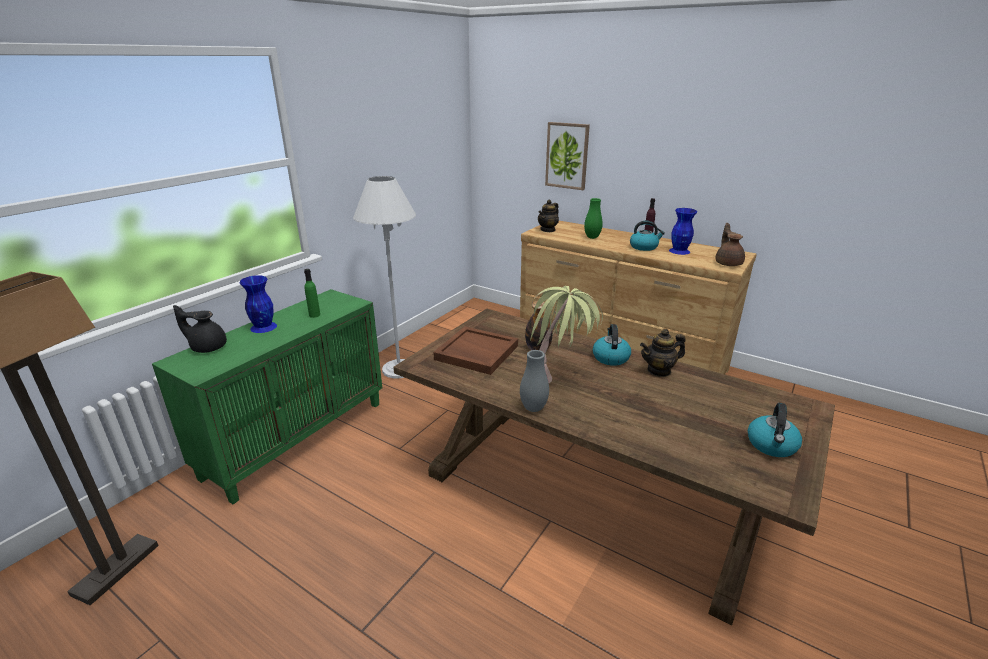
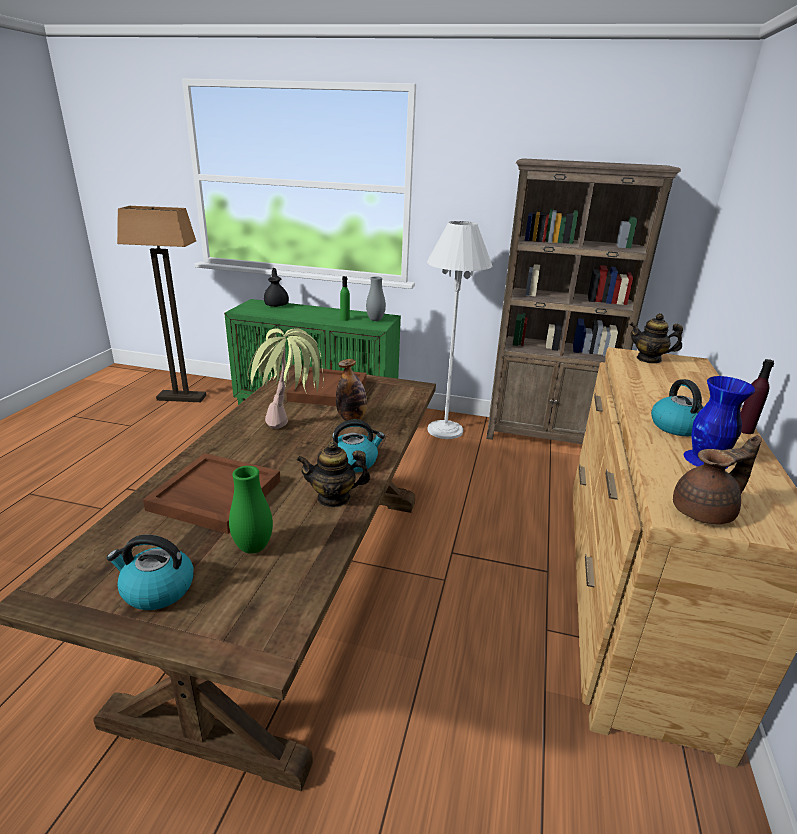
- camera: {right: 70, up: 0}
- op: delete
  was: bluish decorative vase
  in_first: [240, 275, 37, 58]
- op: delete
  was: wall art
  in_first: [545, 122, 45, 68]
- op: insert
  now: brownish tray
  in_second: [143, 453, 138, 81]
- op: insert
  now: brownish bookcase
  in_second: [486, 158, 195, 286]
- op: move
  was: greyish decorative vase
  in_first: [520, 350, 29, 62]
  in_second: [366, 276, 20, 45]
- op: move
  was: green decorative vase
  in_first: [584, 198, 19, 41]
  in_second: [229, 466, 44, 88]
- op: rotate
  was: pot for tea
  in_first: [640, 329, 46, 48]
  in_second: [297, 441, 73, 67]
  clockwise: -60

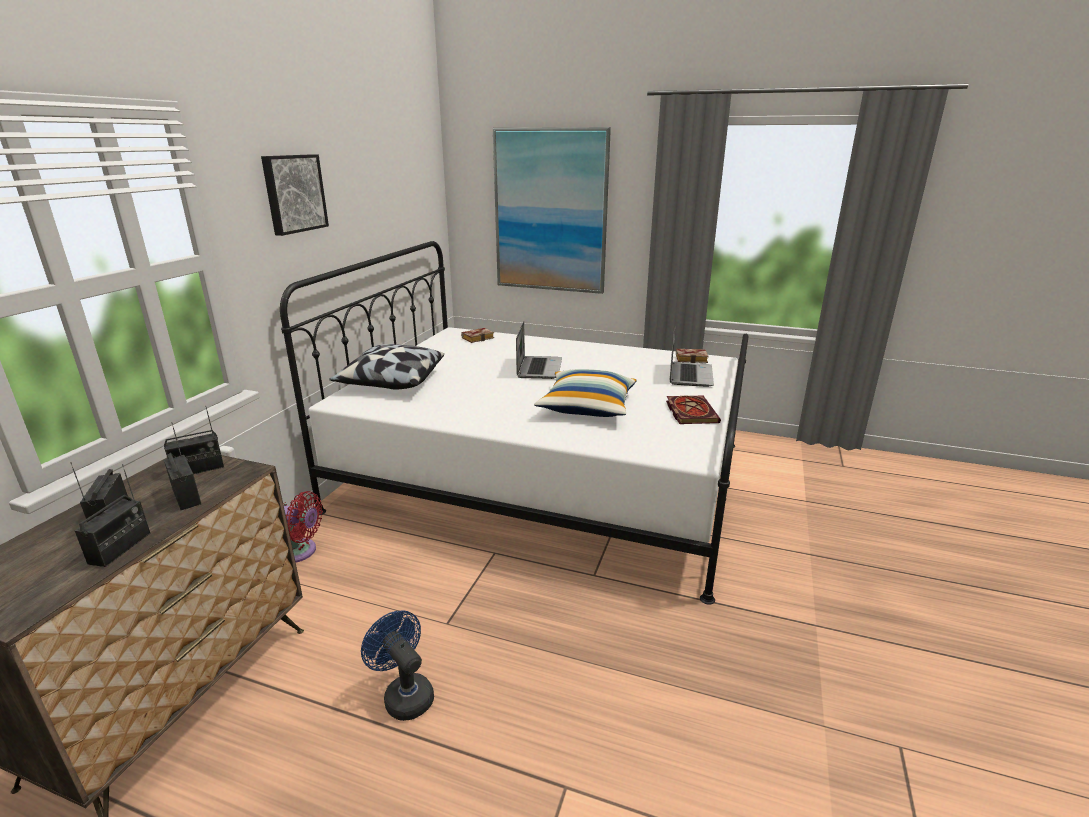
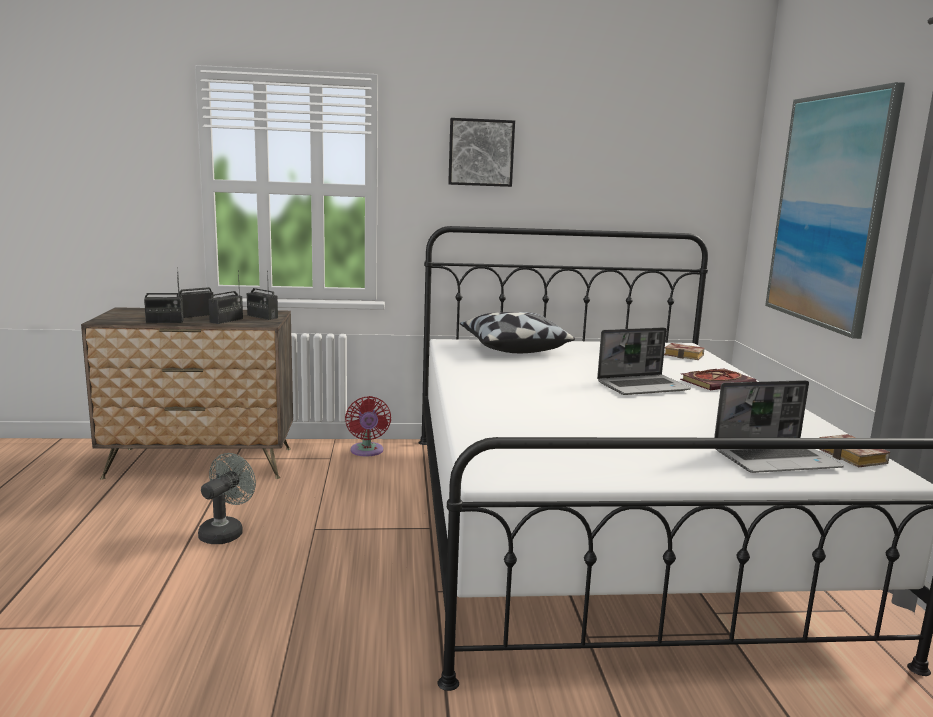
- camera: {right: 65, up: -10}
- op: delete
  was: pillow
  in_first: [534, 369, 103, 48]
- op: move
  was: volume
  in_first: [666, 396, 55, 28]
  in_second: [680, 368, 77, 22]
- op: recolor
  was: bluish electric fan
  now: greyish electric fan
  in_first: [361, 610, 73, 111]
  in_second: [198, 453, 58, 91]

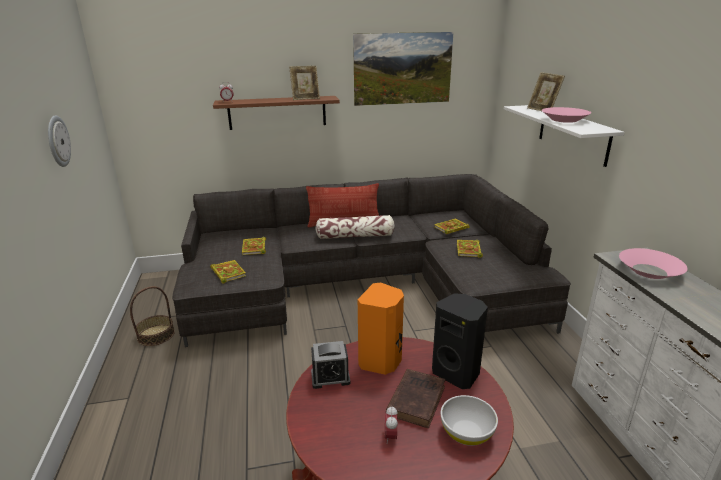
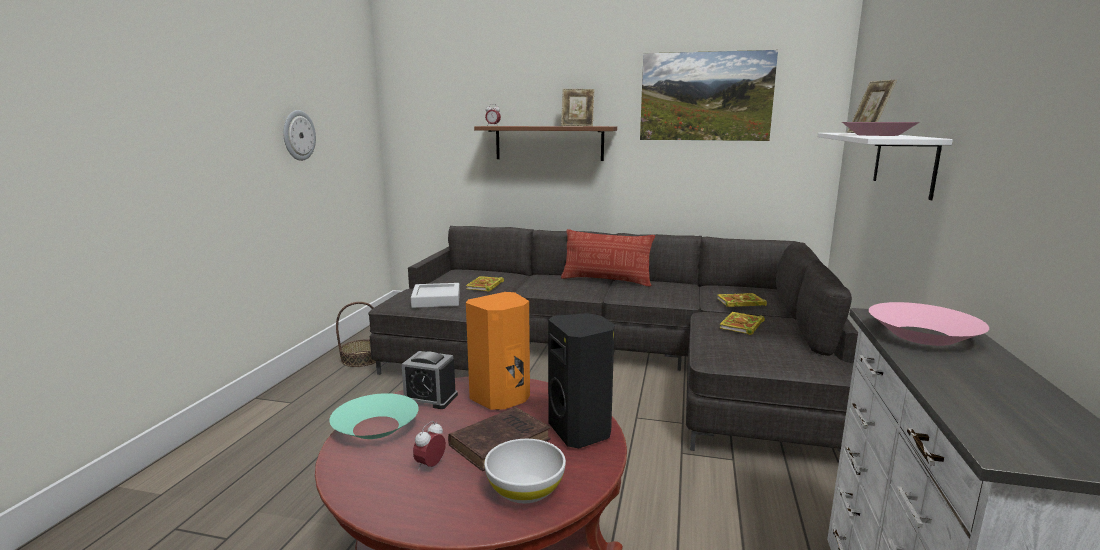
- camera: {right: 25, up: -10}
- op: delete
  was: pillow
  in_first: [315, 215, 80, 24]
- op: insert
  now: turquoise deep dish
  in_second: [329, 393, 90, 46]
- op: replace
  was: volume
  now: greyish tray
  in_first: [210, 260, 36, 23]
  in_second: [411, 283, 49, 25]

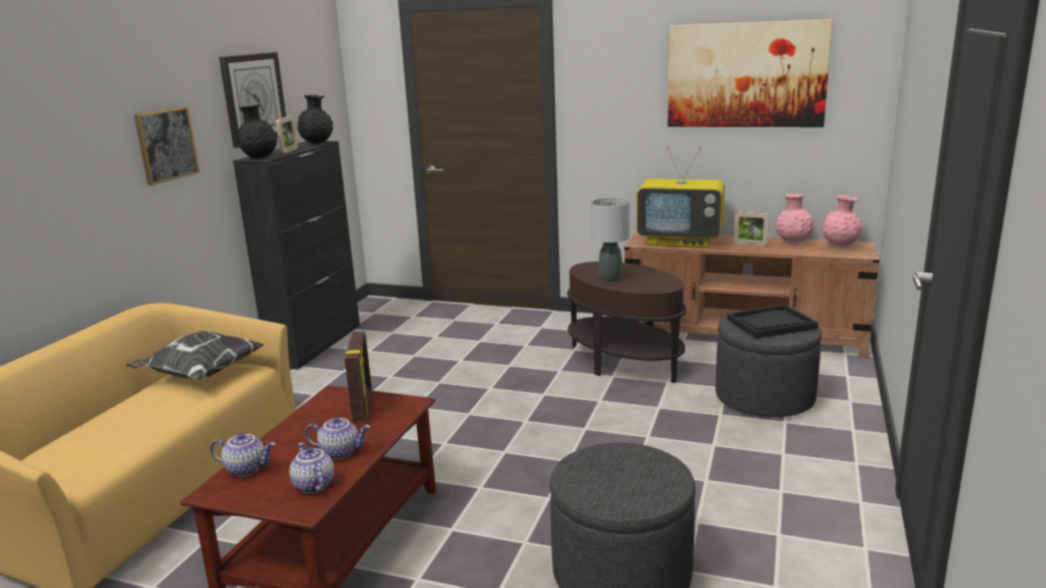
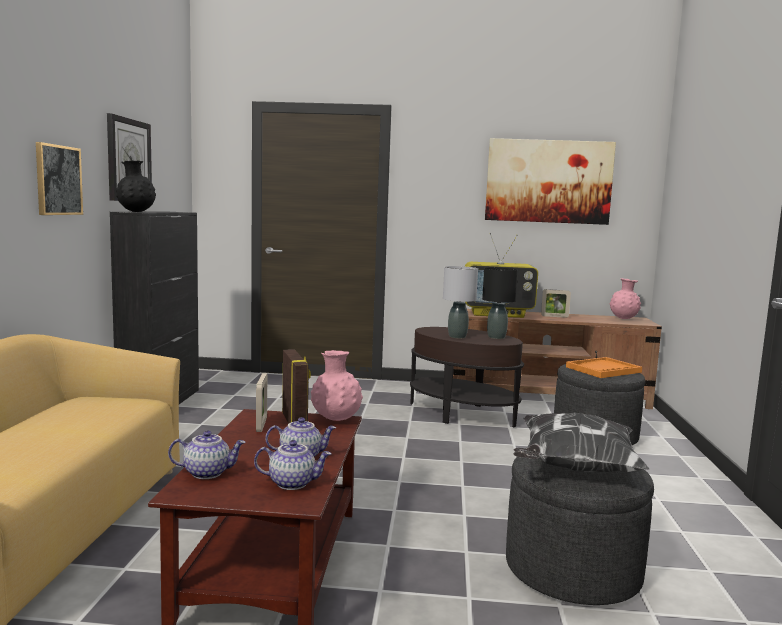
- camera: {right: -15, up: -10}
- op: delete
  was: black decorative vase
  in_first: [297, 95, 36, 49]
- op: insert
  now: black lamp for a table
  in_second: [482, 267, 36, 72]
- op: move
  was: pillow
  in_first: [126, 331, 138, 49]
  in_second: [513, 413, 137, 59]
- op: move
  was: picture frame
  in_first: [276, 116, 22, 38]
  in_second: [256, 373, 11, 59]
- op: move
  was: pink decorative vase
  in_first: [776, 194, 38, 49]
  in_second: [311, 350, 52, 71]
- op: recolor
  was: black tray
  now: orange-coloured tray
  in_first: [727, 305, 91, 34]
  in_second: [566, 357, 76, 21]
- op: rotate
  was: pot for tea
  in_first: [289, 443, 45, 51]
  in_second: [254, 440, 77, 50]
  clockwise: 135

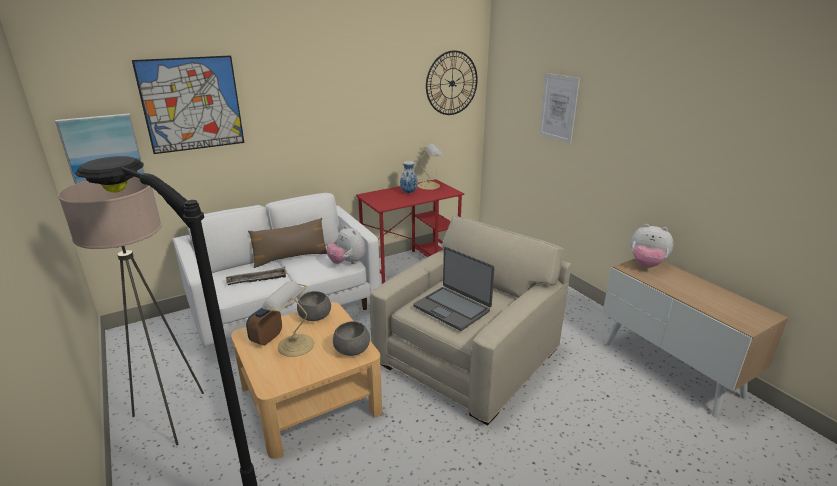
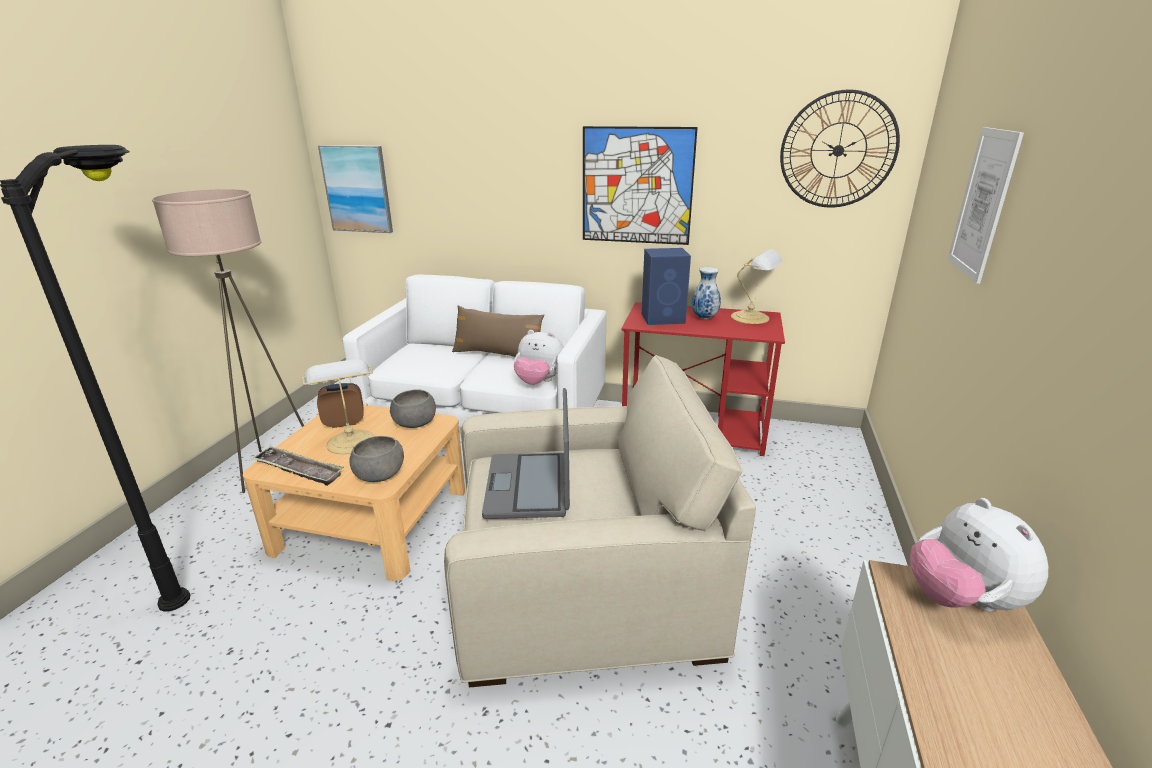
- camera: {right: 45, up: 0}
- op: insert
  now: bluish loudspeaker
  in_second: [642, 248, 49, 77]
- op: move
  was: wall art
  in_first: [132, 55, 112, 99]
  in_second: [583, 126, 115, 119]
- op: move
  was: tray
  in_first: [226, 267, 61, 18]
  in_second: [252, 446, 92, 40]
- op: rotate
  was: soft toy
  in_first: [326, 226, 40, 38]
  in_second: [514, 330, 49, 55]
  clockwise: -75

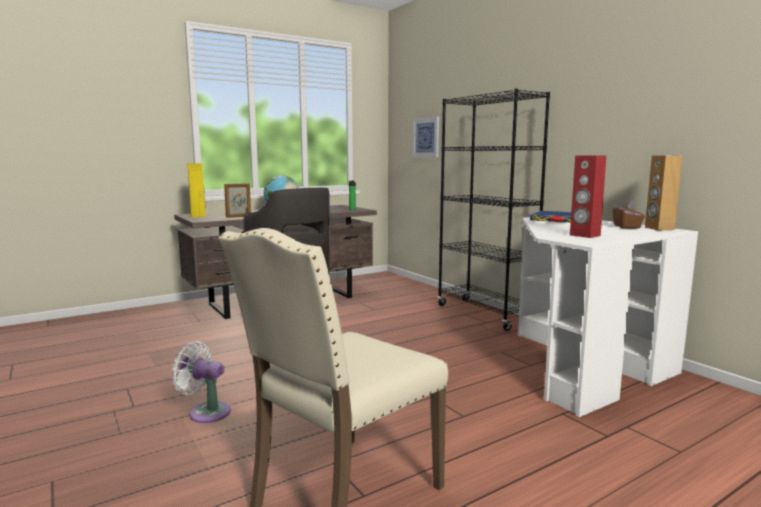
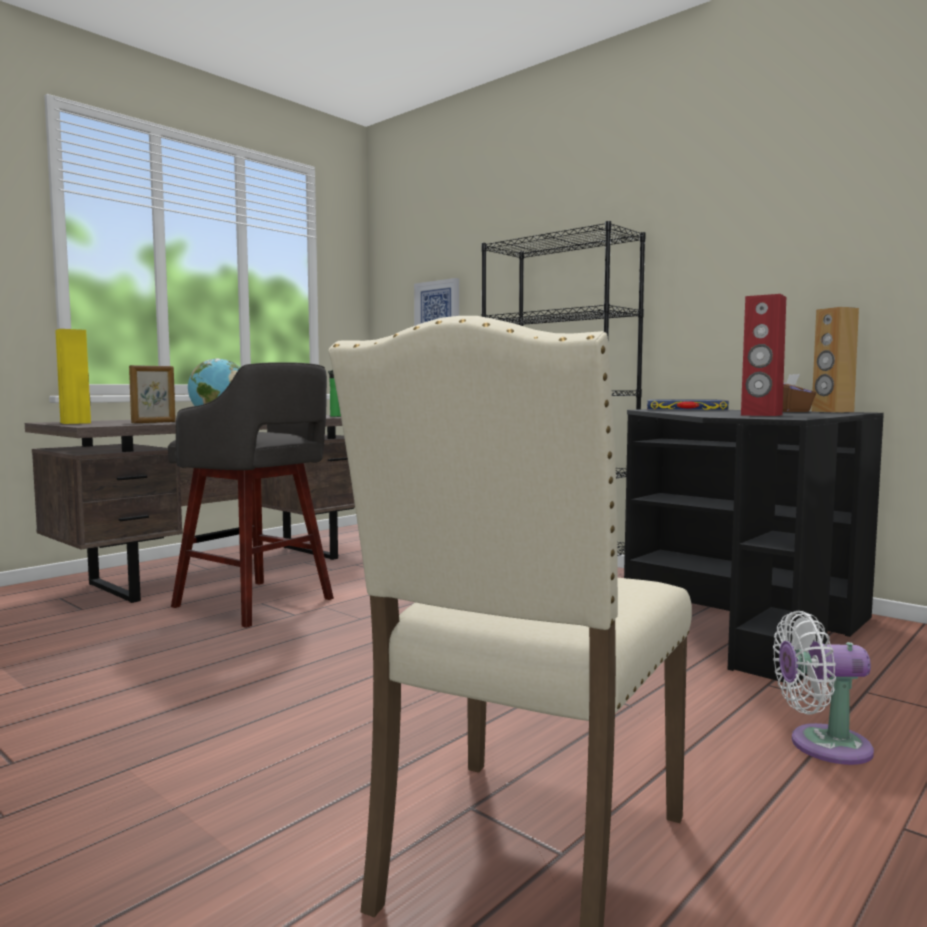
- camera: {right: -15, up: -5}
- op: move
  was: white-coloured electric fan
  in_first: [172, 341, 59, 82]
  in_second: [773, 611, 101, 154]
- op: recolor
  was: white-coloured desk unit
  now: black desk unit
  in_first: [518, 217, 180, 200]
  in_second: [624, 409, 260, 278]

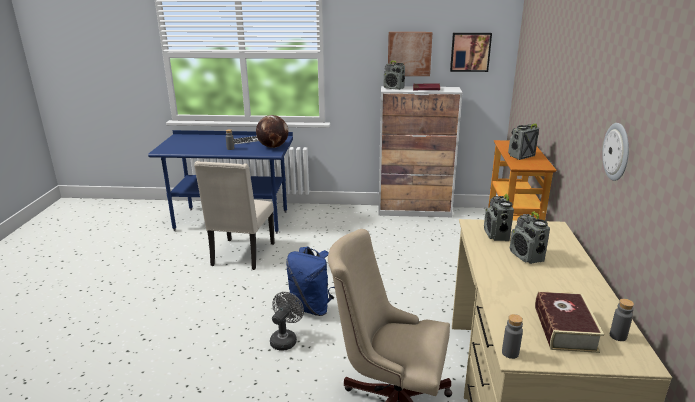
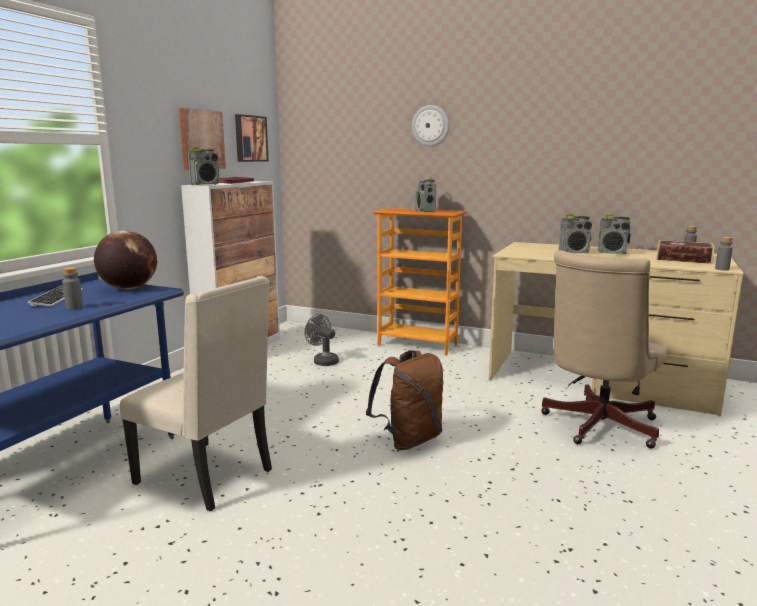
- camera: {right: -70, up: -10}
- op: move
  was: greyish electric fan
  in_first: [270, 292, 34, 58]
  in_second: [304, 314, 35, 52]
- op: move
  was: radio set
  in_first: [484, 194, 30, 47]
  in_second: [598, 214, 33, 40]
- op: move
  was: clock on the wall
  in_first: [602, 123, 27, 58]
  in_second: [412, 105, 37, 41]
- op: recolor
  was: bluish knapsack
  now: brownish knapsack
  in_first: [286, 247, 49, 69]
  in_second: [366, 350, 78, 100]

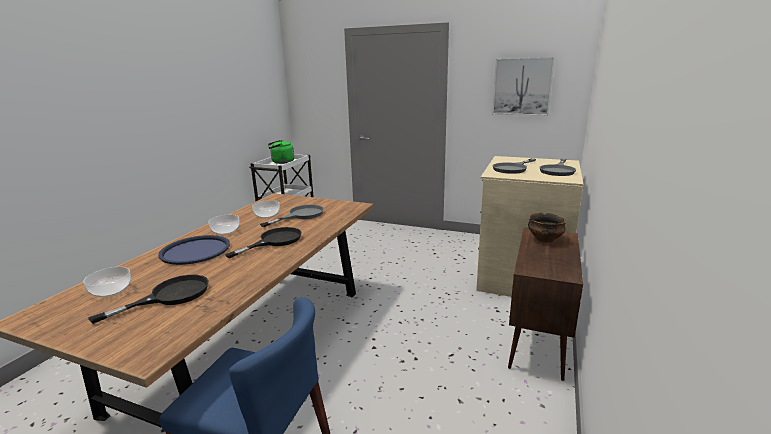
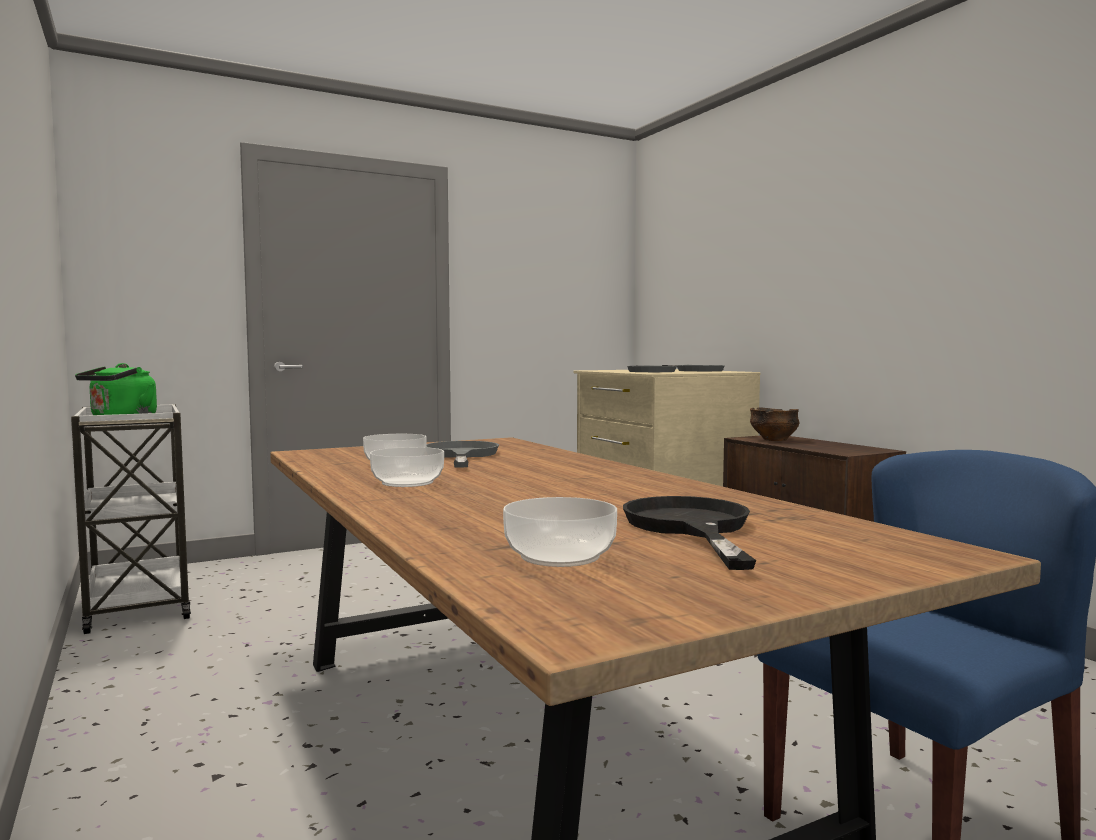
- camera: {right: -50, up: -15}
- op: delete
  was: bluish tray
  in_first: [158, 235, 72, 30]
- op: delete
  was: black skillet
  in_first: [225, 227, 77, 31]
- op: delete
  was: wall art
  in_first: [492, 57, 63, 59]

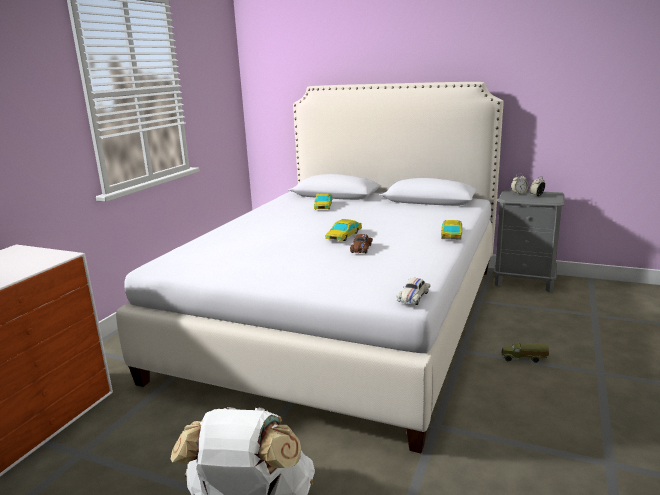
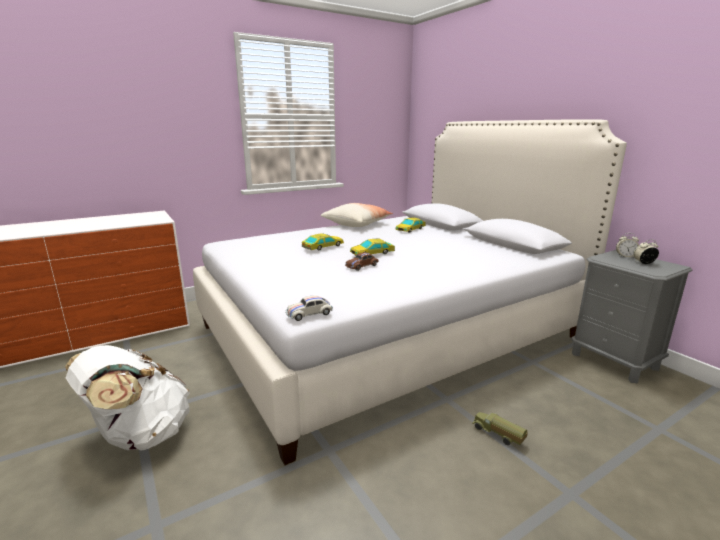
- camera: {right: 35, up: 0}
- op: insert
  now: pillow
  in_second: [321, 203, 72, 24]
- op: move
  was: miniature car
  in_first: [441, 220, 21, 20]
  in_second: [302, 233, 42, 17]

